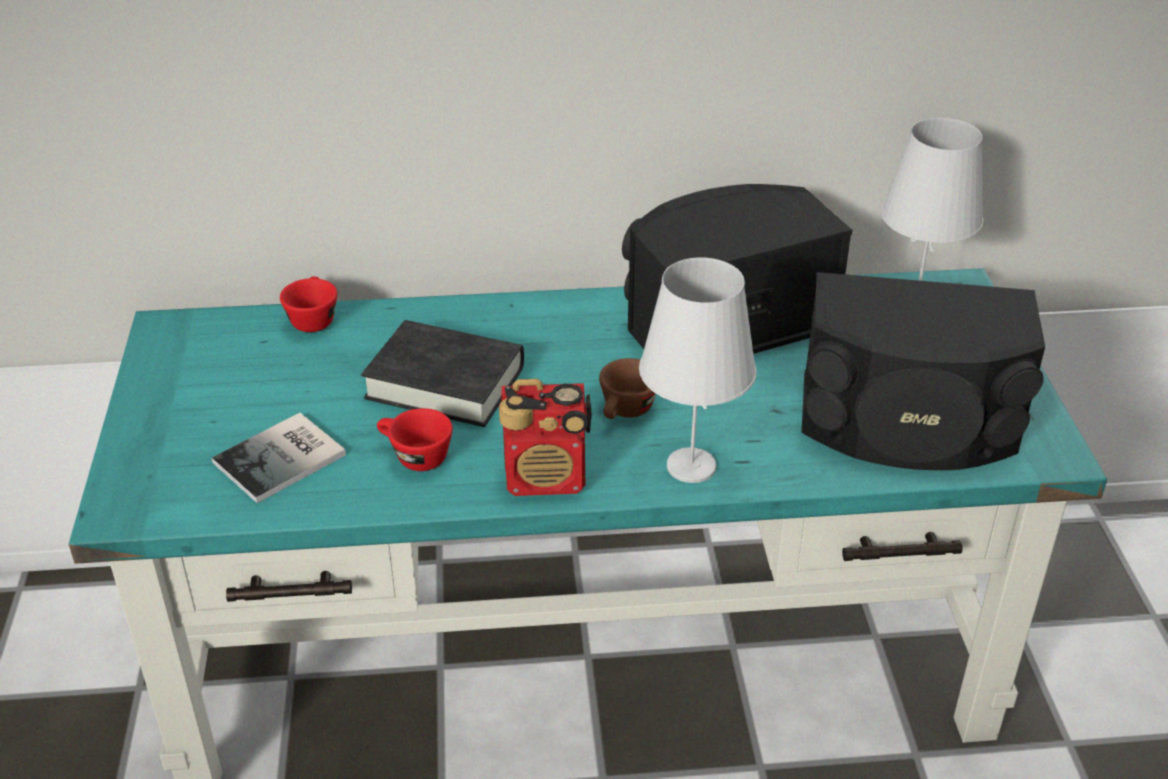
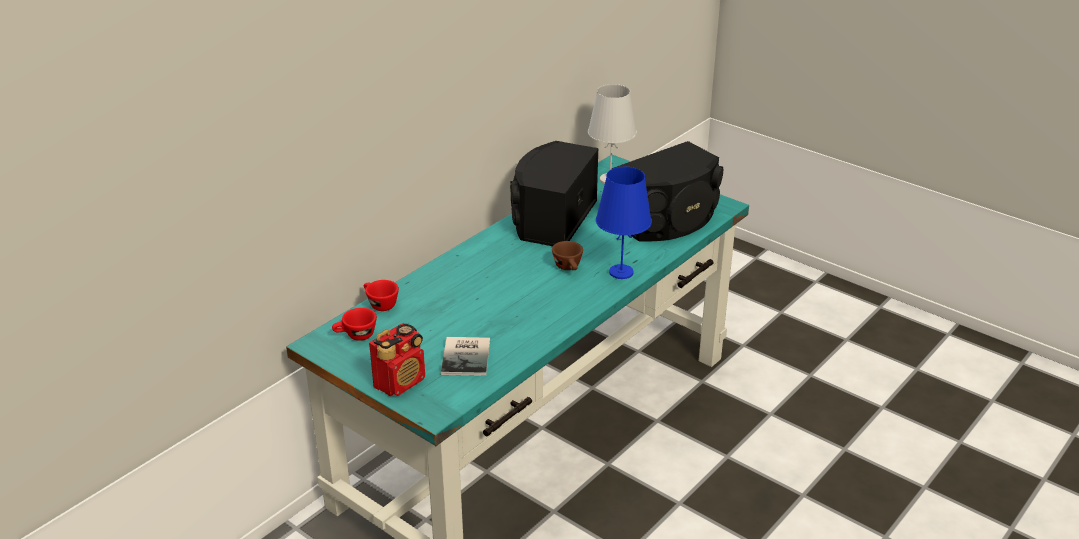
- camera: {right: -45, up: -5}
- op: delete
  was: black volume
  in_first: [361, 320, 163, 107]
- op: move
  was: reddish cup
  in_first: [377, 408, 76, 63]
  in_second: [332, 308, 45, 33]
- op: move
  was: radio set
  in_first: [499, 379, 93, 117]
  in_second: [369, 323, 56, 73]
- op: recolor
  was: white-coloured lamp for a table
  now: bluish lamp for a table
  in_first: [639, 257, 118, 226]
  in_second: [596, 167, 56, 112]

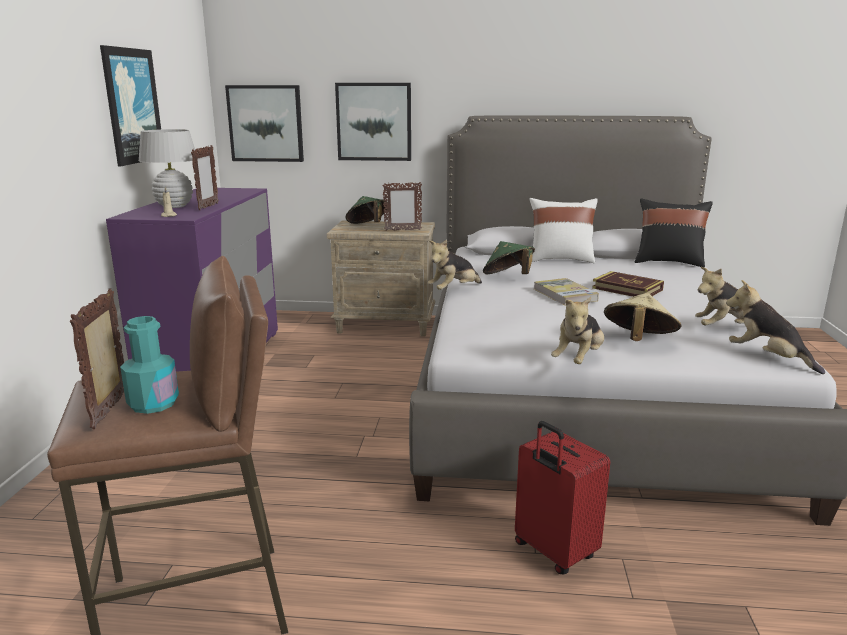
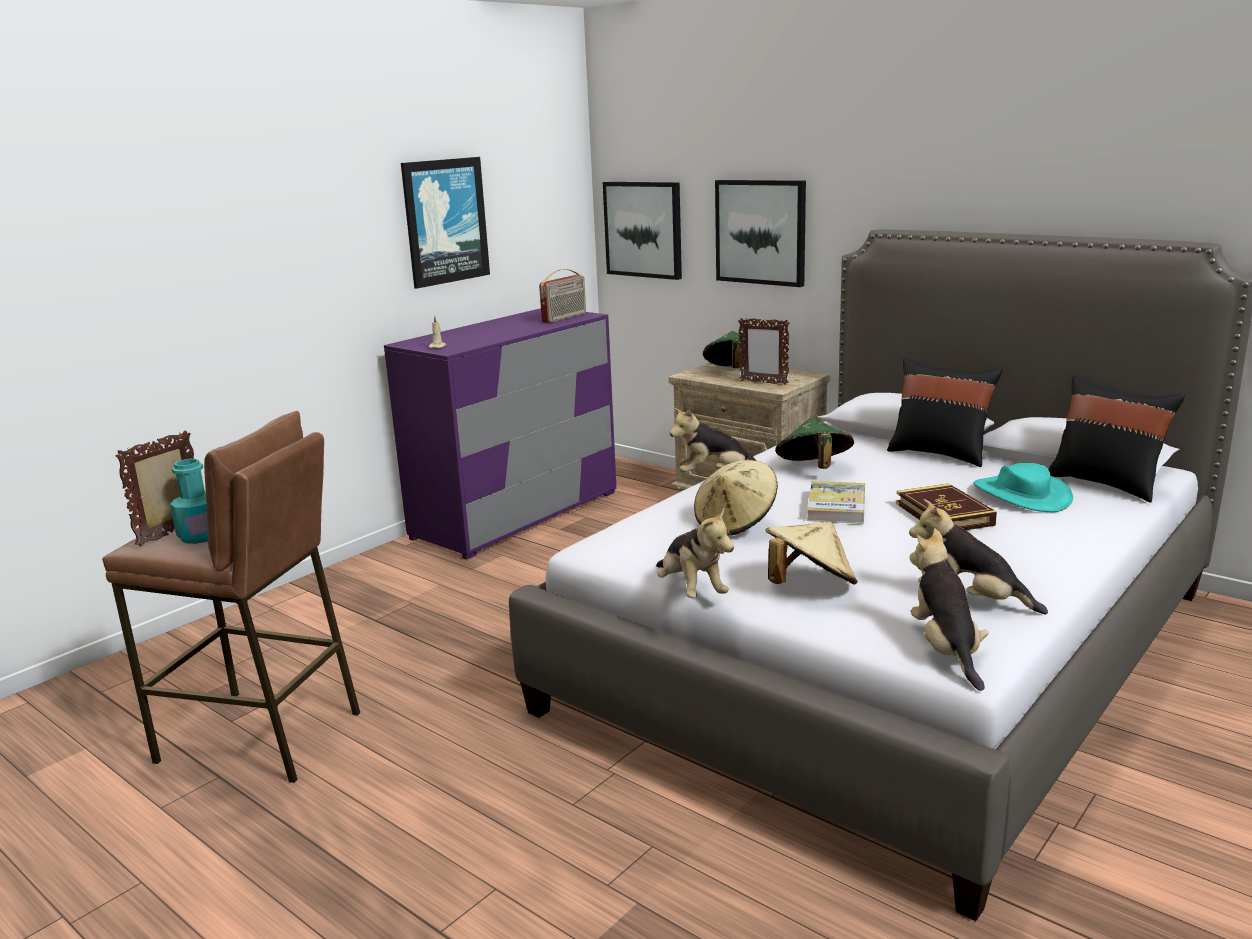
- camera: {right: 35, up: 0}
- op: delete
  was: white-coloured lamp for a table
  in_first: [139, 129, 56, 79]
- op: delete
  was: picture frame
  in_first: [191, 145, 28, 65]
- op: delete
  was: reddish travel case
  in_first: [515, 421, 95, 153]
- op: insert
  now: radio set
  in_second: [539, 269, 47, 54]
- op: insert
  now: sand-coloured clothing hat
  in_second: [694, 460, 84, 76]
- op: insert
  now: turquoise clothing hat
  in_second: [973, 463, 100, 49]
- op: recolor
  was: white-coloured pillow
  now: black pillow
  in_first: [529, 198, 69, 65]
  in_second: [887, 358, 115, 109]
- op: rotate
  was: soft toy
  in_first: [551, 297, 53, 67]
  in_second: [656, 508, 78, 90]
  clockwise: -90

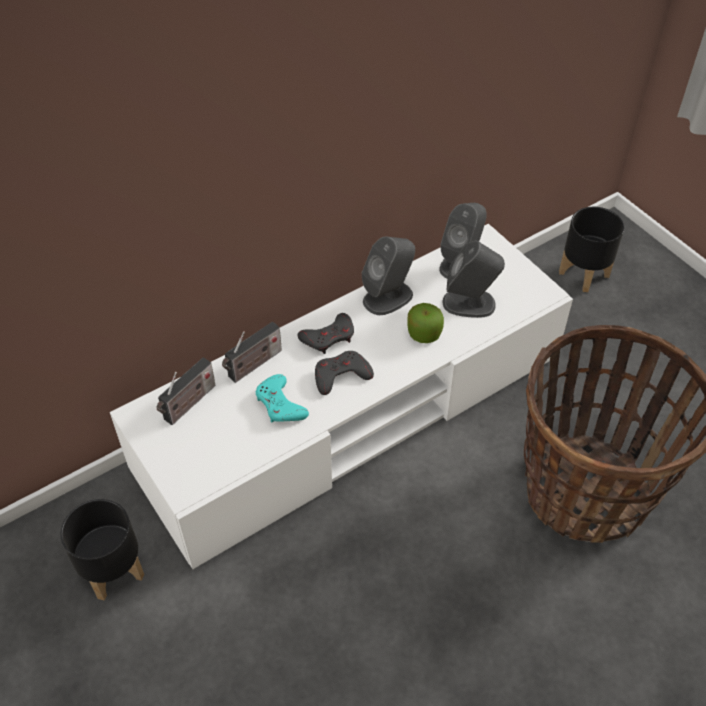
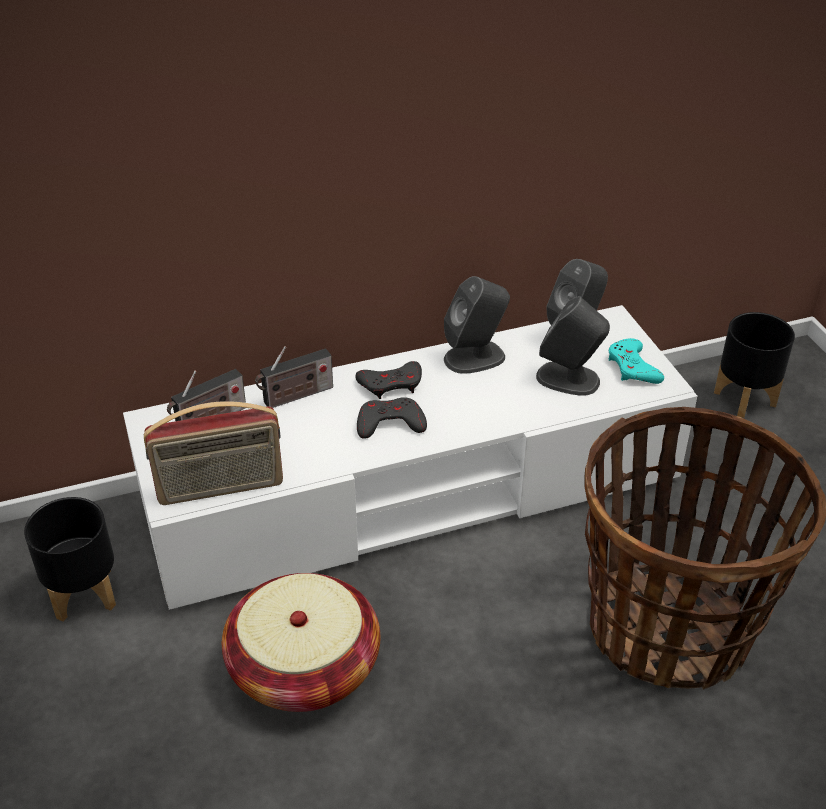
- camera: {right: 15, up: -10}
- op: delete
  was: apple fruit
  in_first: [407, 303, 37, 40]
- op: insert
  now: radio set
  in_second: [144, 401, 139, 104]
- op: insert
  now: storage basket
  in_second: [222, 573, 158, 139]
- op: move
  was: turquoise joypad
  in_first: [256, 374, 53, 48]
  in_second: [609, 338, 55, 46]

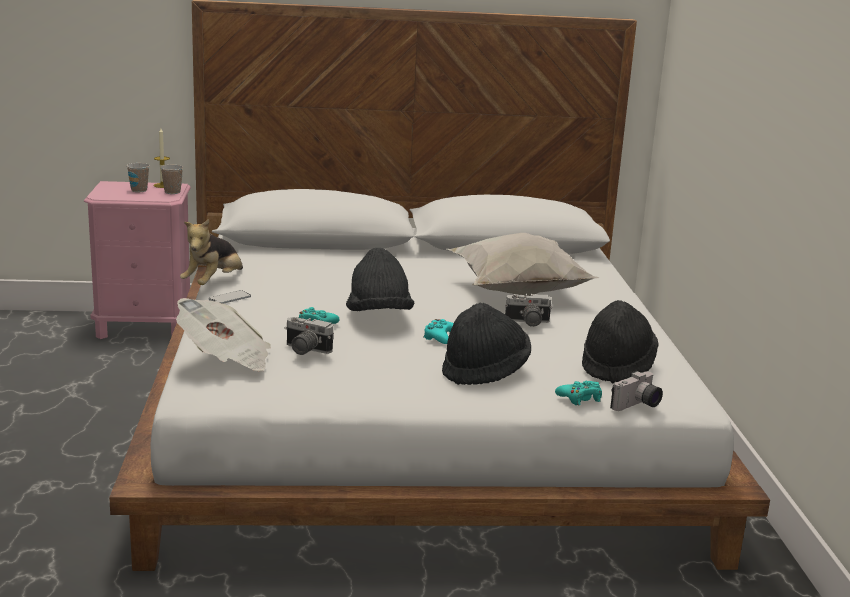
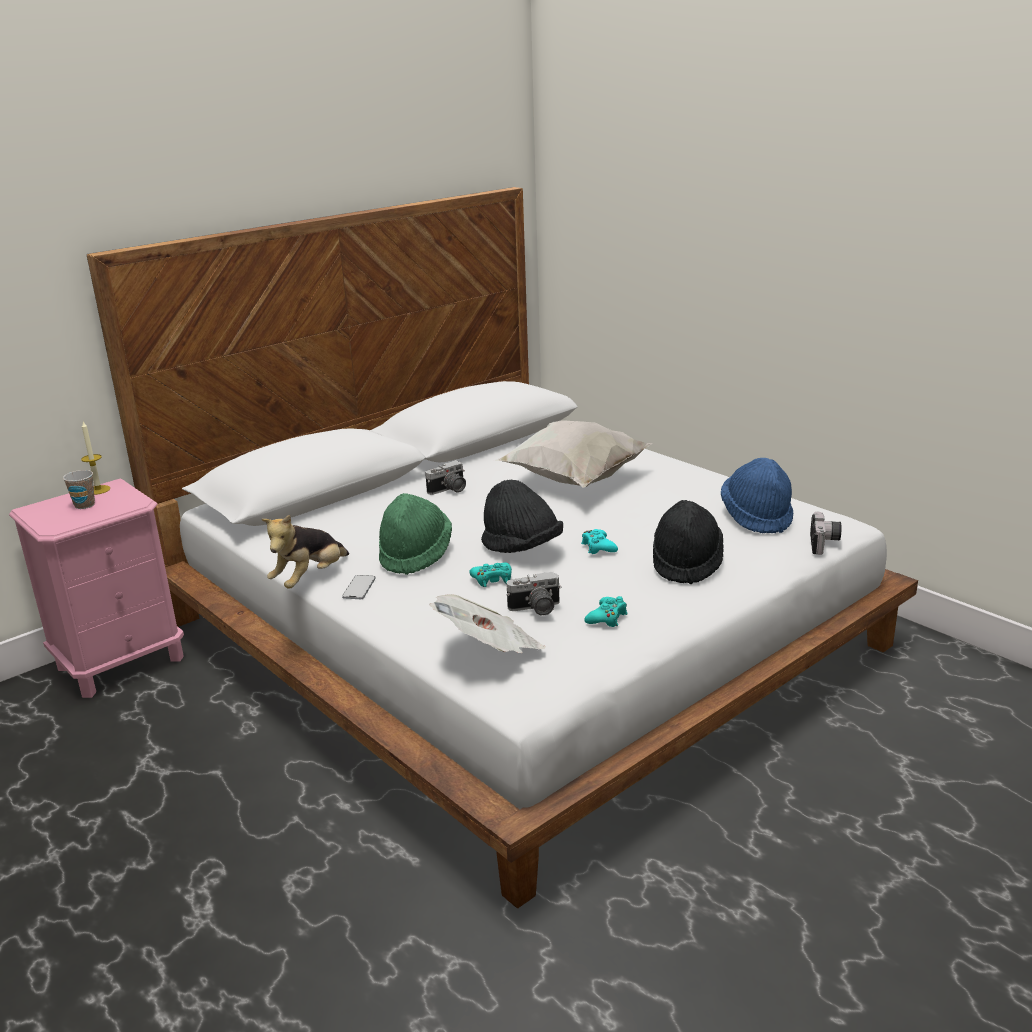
- camera: {right: -35, up: 5}
- op: delete
  was: cup
  in_first: [160, 165, 23, 29]
- op: insert
  now: green clothing hat
  in_second: [379, 493, 73, 82]
- op: move
  was: still camera
  in_first: [505, 294, 47, 33]
  in_second: [425, 460, 41, 35]
- op: move
  was: turquoise joypad
  in_first: [555, 381, 47, 24]
  in_second: [584, 596, 44, 31]
- op: recolor
  was: black clothing hat
  now: bluish clothing hat
  in_first: [582, 300, 77, 84]
  in_second: [721, 458, 72, 75]
- op: rotate
  was: soft toy
  in_first: [180, 219, 63, 66]
  in_second: [261, 515, 88, 73]
  clockwise: 45

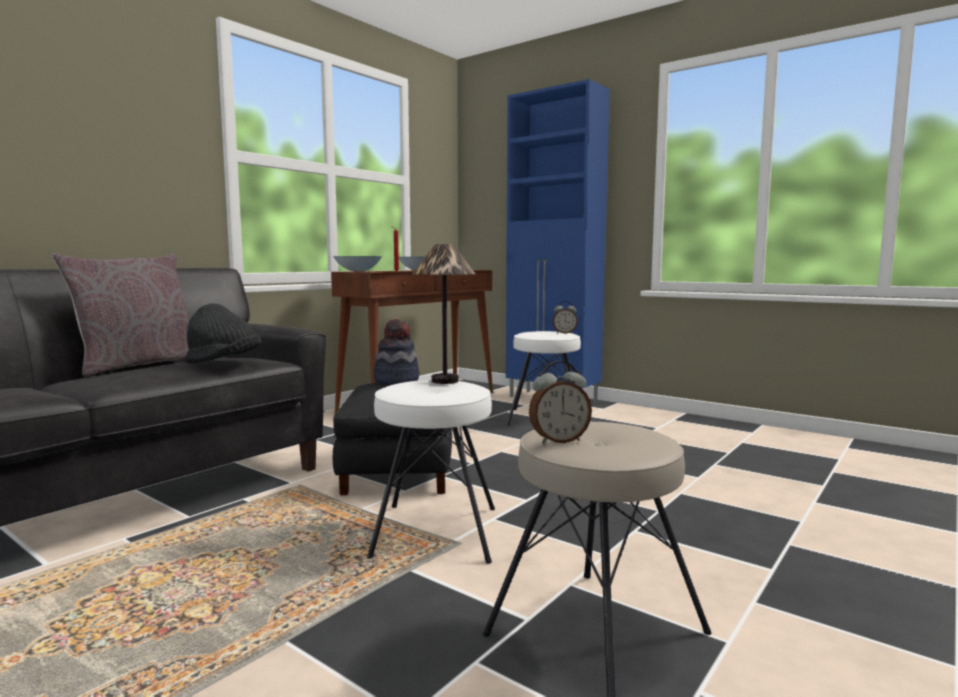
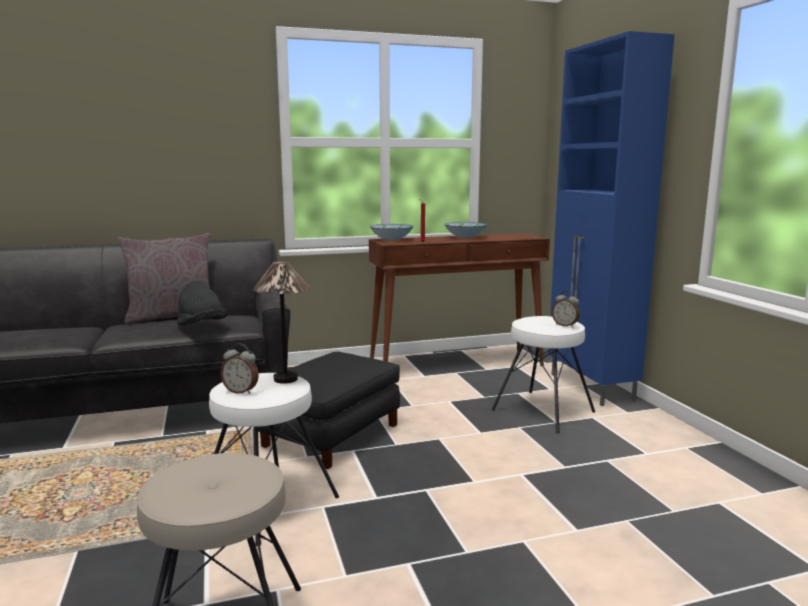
- camera: {right: 35, up: 5}
- op: delete
  was: clothing hat
  in_first: [374, 319, 46, 66]
- op: move
  was: table clock
  in_first: [529, 361, 63, 83]
  in_second: [220, 343, 39, 51]

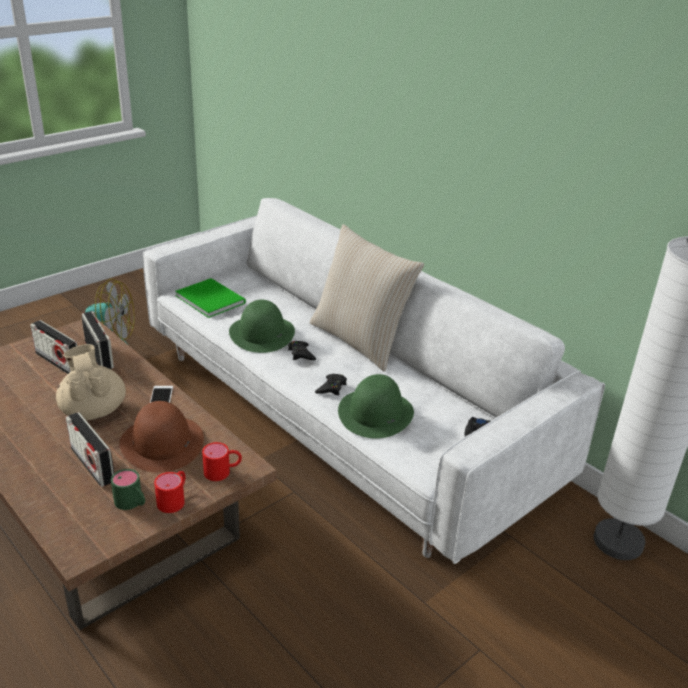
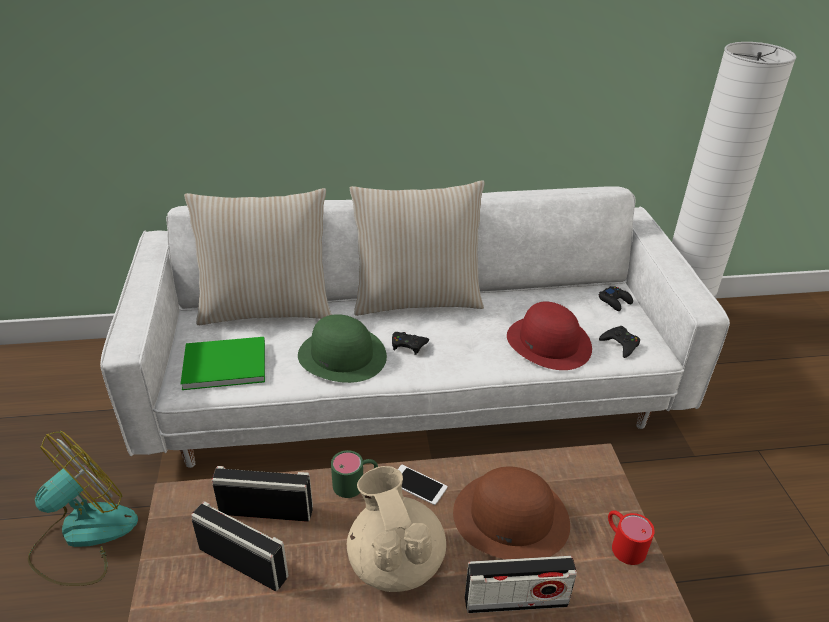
- camera: {right: -55, up: 5}
- op: delete
  was: reddish coffee mug
  in_first: [202, 442, 40, 39]
- op: insert
  now: sand-coloured pillow
  in_second: [184, 188, 148, 137]
- op: move
  was: green coffee mug
  in_first: [111, 469, 34, 41]
  in_second: [331, 450, 47, 48]
- op: move
  was: black joypad
  in_first: [315, 374, 32, 21]
  in_second: [599, 326, 41, 32]
- op: recolor
  was: green clothing hat
  now: reddish clothing hat
  in_first: [338, 374, 76, 65]
  in_second: [507, 302, 85, 68]
- op: rotate
  was: radio set
  in_first: [30, 320, 48, 54]
  in_second: [191, 501, 97, 90]
  clockwise: -135
- op: rotate
  was: sand-coloured pot for tea
  in_first: [56, 344, 70, 76]
  in_second: [347, 466, 99, 126]
  clockwise: 60

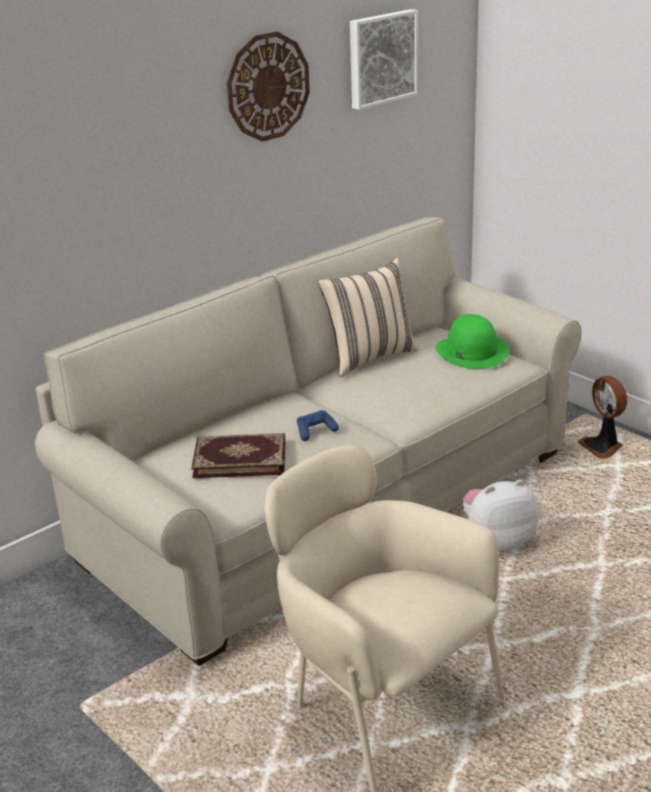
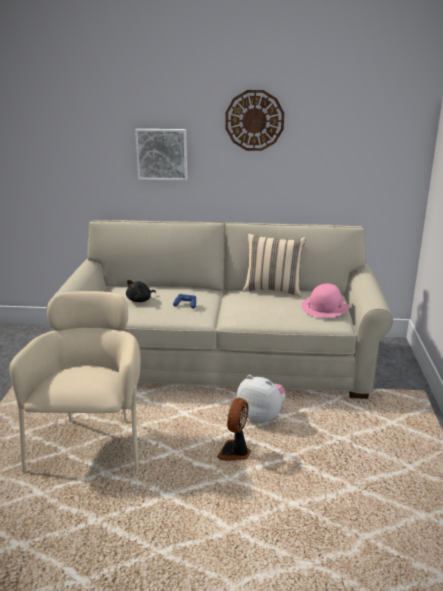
- camera: {right: 45, up: -5}
- op: move
  was: wall art
  in_first: [350, 9, 68, 101]
  in_second: [135, 129, 52, 52]
- op: move
  was: electric fan
  in_first: [578, 376, 49, 82]
  in_second: [217, 398, 34, 63]
- op: replace
  was: volume
  now: black soft toy
  in_first: [191, 433, 94, 45]
  in_second: [126, 280, 30, 22]
- op: recolor
  was: green clothing hat
  now: pink clothing hat
  in_first: [436, 314, 73, 55]
  in_second: [301, 284, 48, 34]

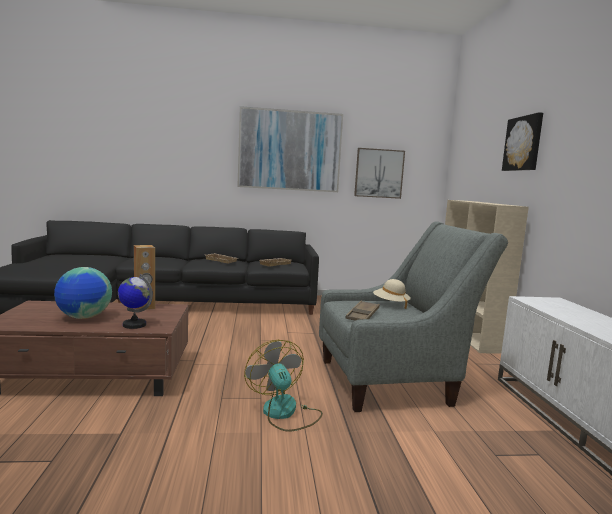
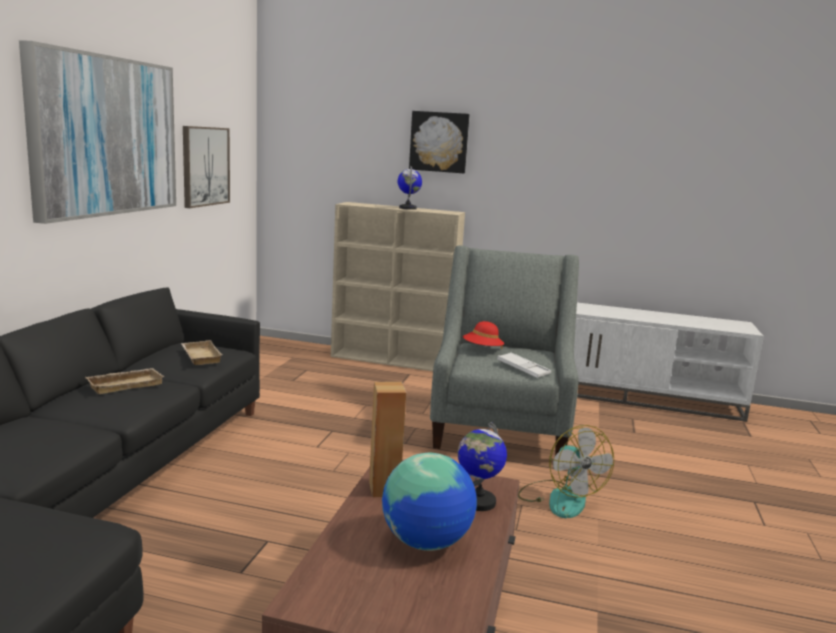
- camera: {right: -70, up: 5}
- op: insert
  now: globe
  in_second: [398, 166, 24, 44]
- op: recolor
  was: brownish tray
  now: white-coloured tray
  in_first: [345, 301, 35, 20]
  in_second: [497, 352, 54, 26]
- op: recolor
  was: sand-coloured clothing hat
  now: reddish clothing hat
  in_first: [373, 279, 38, 30]
  in_second: [463, 321, 41, 28]
- op: rotate
  was: electric fan
  in_first: [244, 340, 79, 92]
  in_second: [518, 425, 96, 93]
  clockwise: -105

